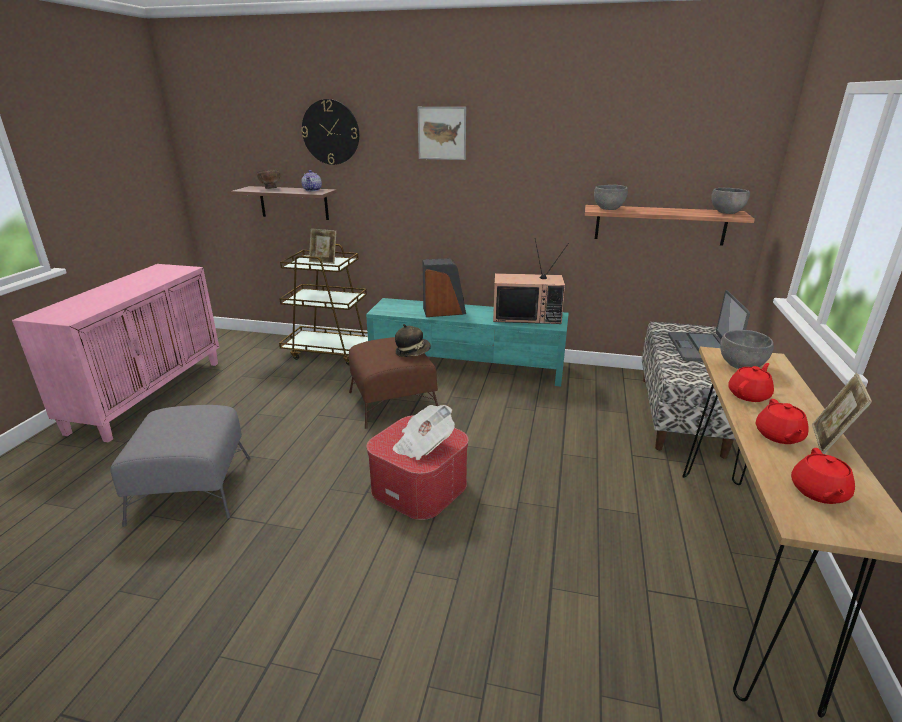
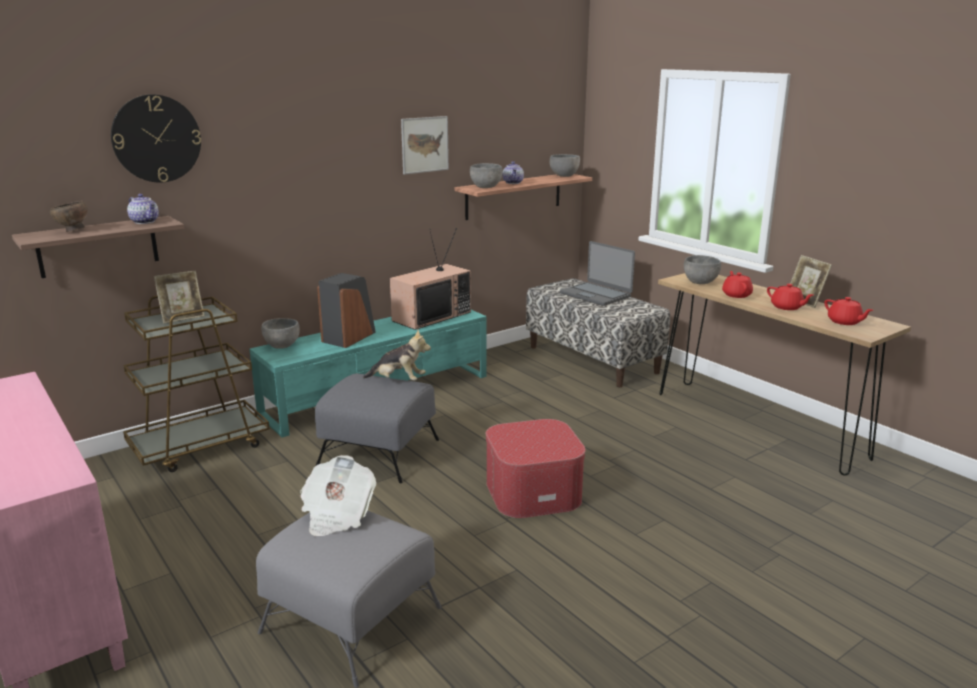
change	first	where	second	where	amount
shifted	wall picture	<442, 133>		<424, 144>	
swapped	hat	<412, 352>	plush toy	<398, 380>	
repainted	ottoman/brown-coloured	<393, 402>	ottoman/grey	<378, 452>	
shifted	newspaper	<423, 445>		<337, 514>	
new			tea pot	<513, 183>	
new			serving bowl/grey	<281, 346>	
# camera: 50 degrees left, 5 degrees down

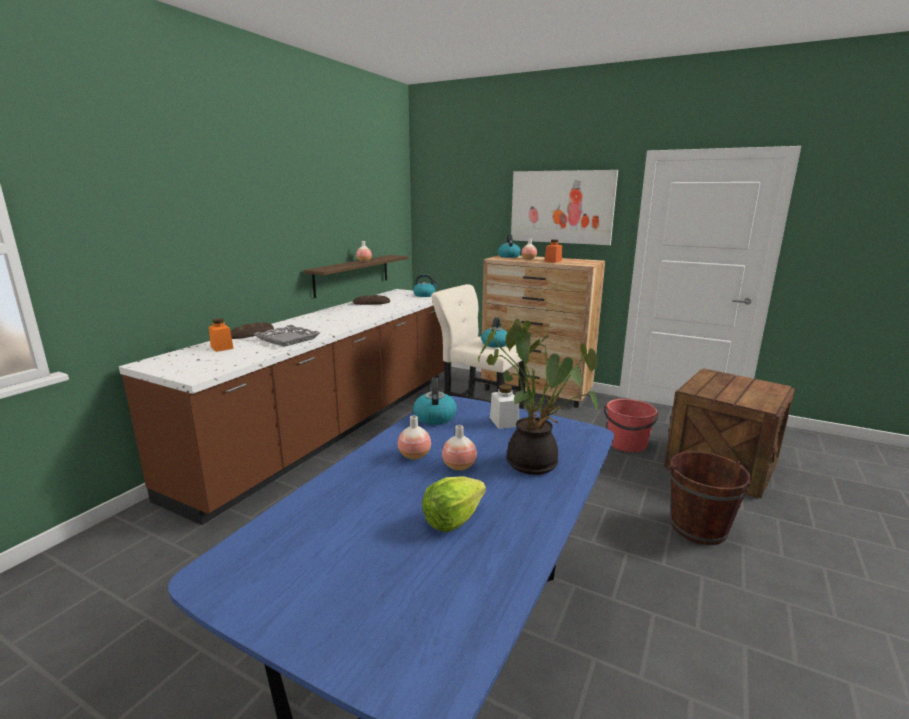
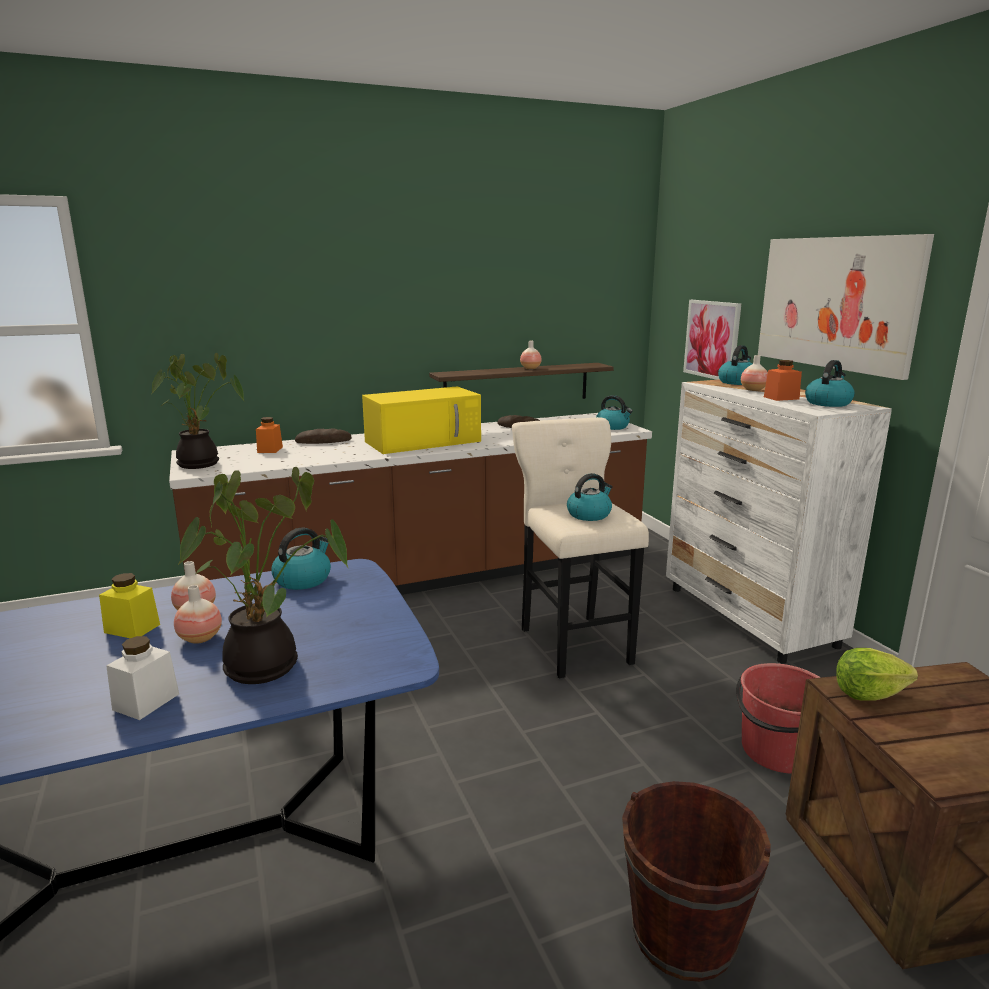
change	first	where	second	where	amount
repainted	drawer chest/brown-coloured	<536, 392>	drawer chest/white-coloured	<749, 617>	
gone	tray/grey	<288, 339>			
shifted	preserve jar/white-coloured	<504, 422>		<146, 702>	
shifted	head of lettuce	<453, 519>		<868, 694>	
new			wall picture	<712, 339>	
new			potted plant	<202, 464>	
new			water kettle	<828, 403>	
new			microwave oven/yellowish	<424, 441>	
new			preserve jar/yellowish	<132, 628>	
# camera: 40 degrees right, 0 degrees up

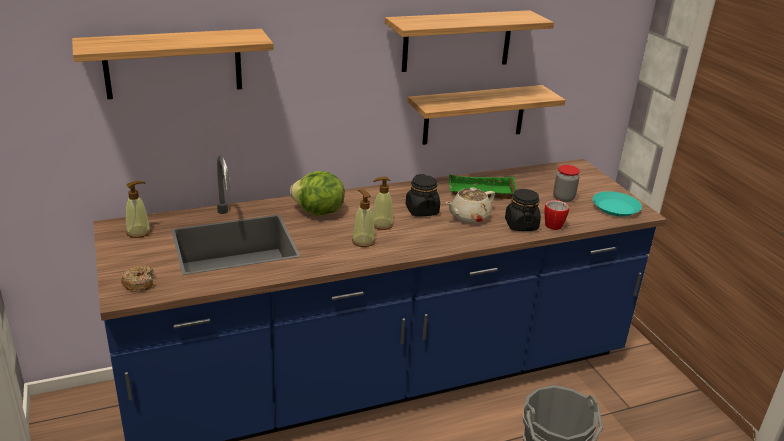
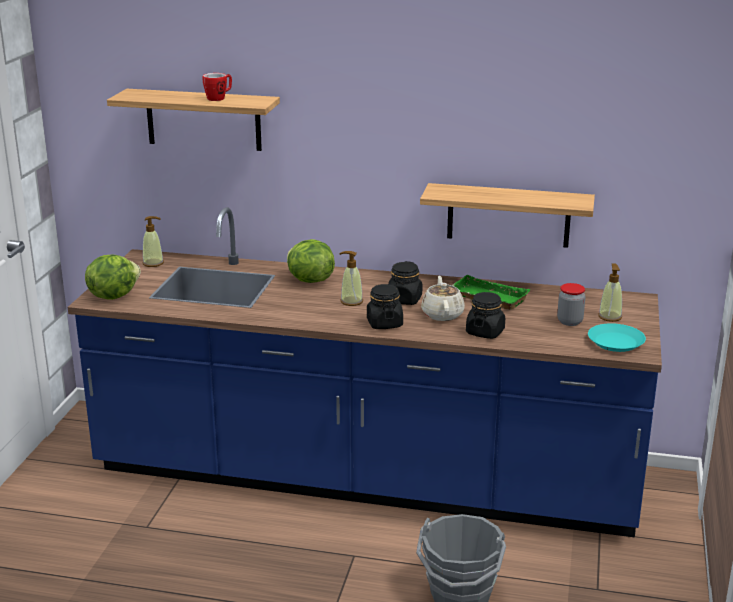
change	first	where	second	where	amount
gone	shelf	<457, 40>			
rotated	tea pot/beige-coloured	<468, 217>		<442, 314>	90 degrees clockwise
shifted	soap dispenser	<363, 241>		<610, 317>	
shifted	coffee mug	<554, 224>		<219, 98>	
swapped	ring doughnut	<139, 283>	head of lettuce	<113, 295>	
new			preserve jar/black-coloured	<384, 323>	
# camera: 35 degrees right, 5 degrees down

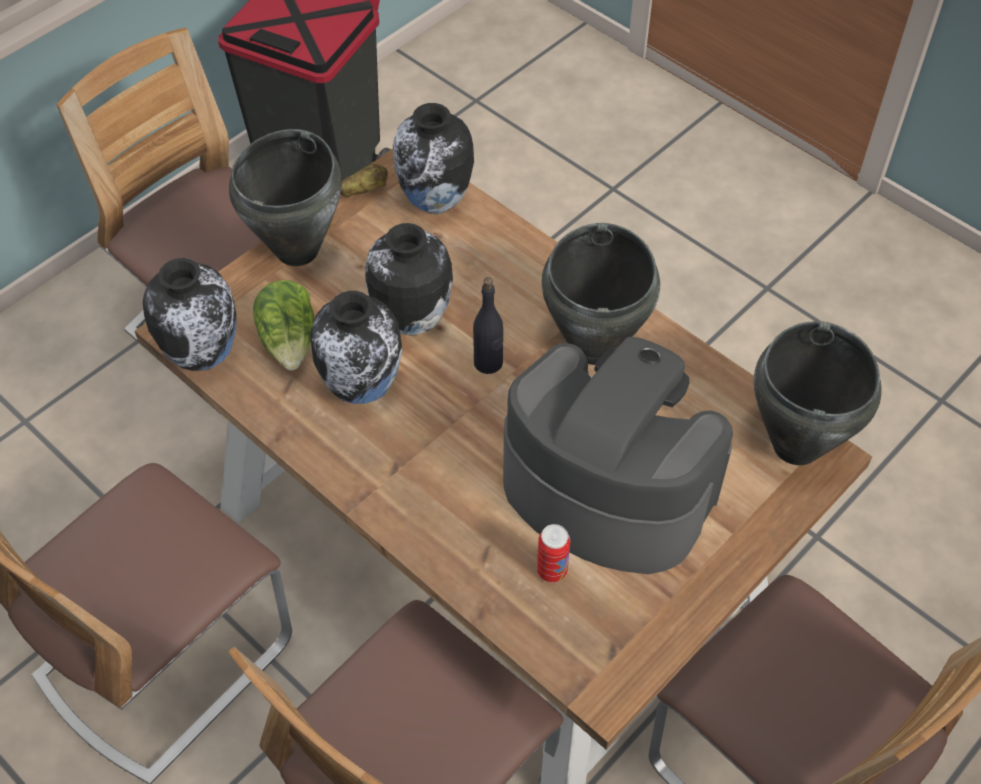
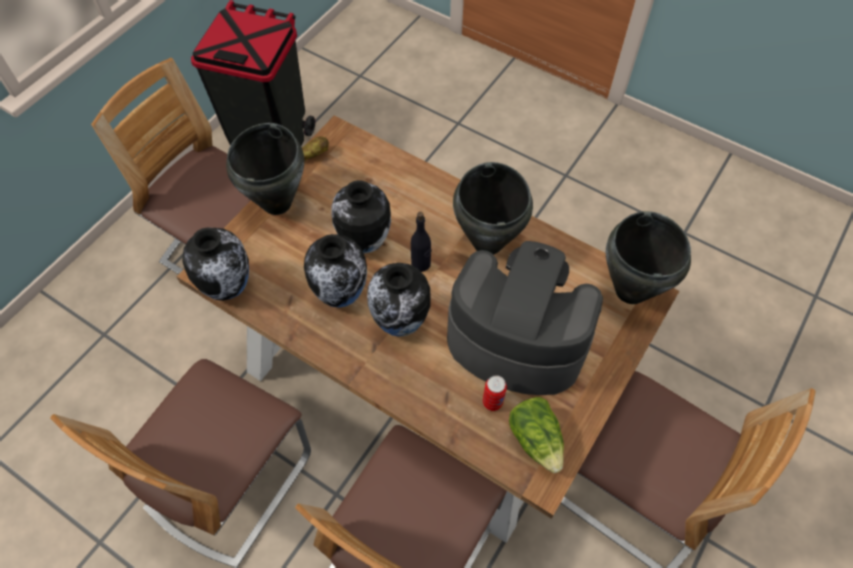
change	first	where	second	where	amount
shifted	decorative vase	<435, 203>		<401, 323>	
shifted	head of lettuce	<290, 341>		<536, 439>	
# camera: 10 degrees left, 5 degrees up

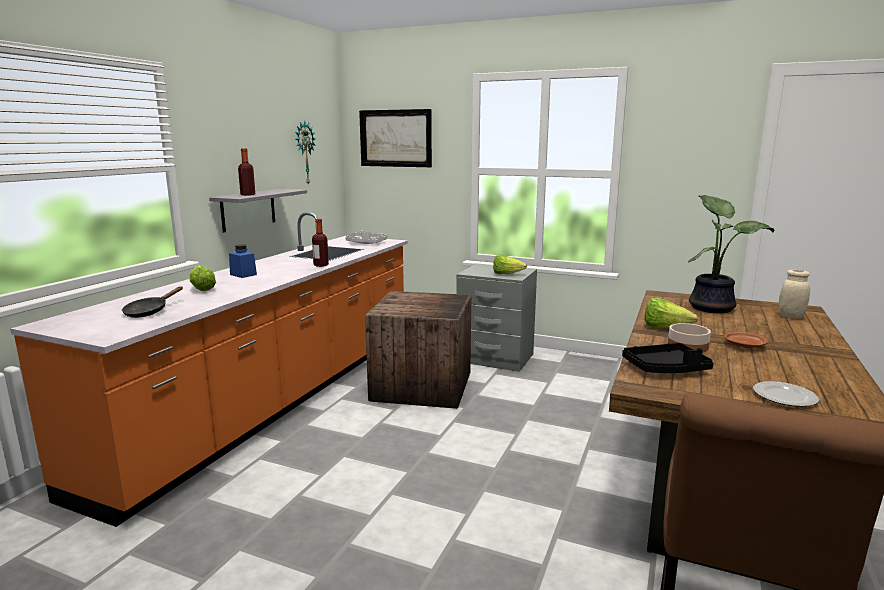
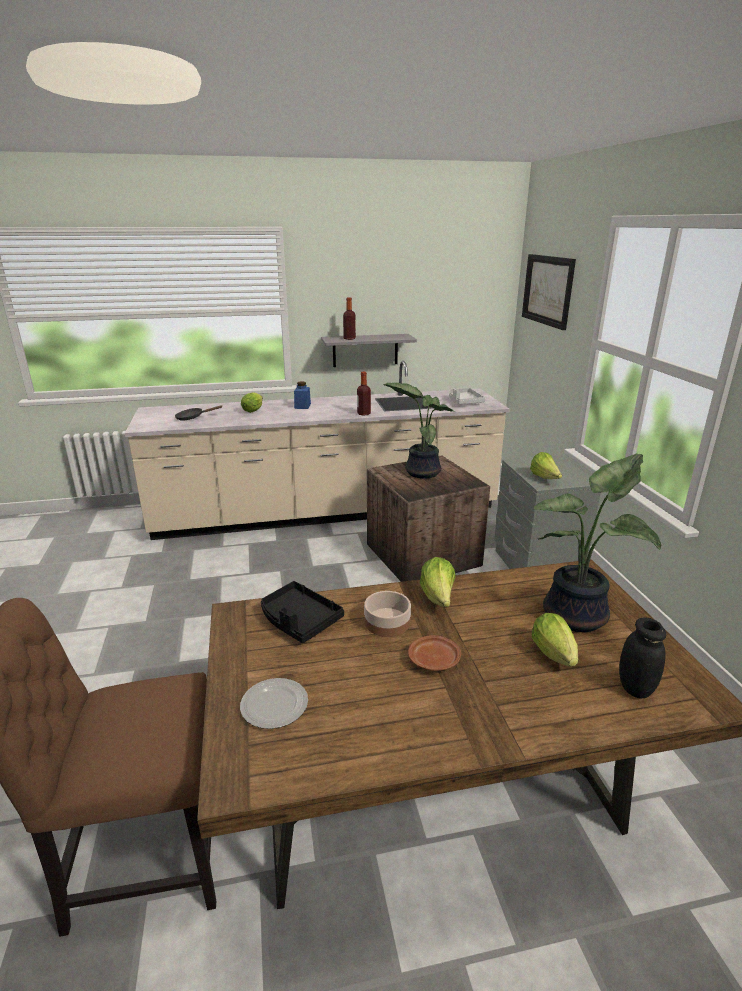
change	first	where	second	where	amount
gone	clock on the wall	<304, 153>			
repainted	kitchen counter/orange	<278, 400>	kitchen counter/beige-coloured	<327, 513>	
repainted	preserve jar/beige-coloured	<791, 316>	preserve jar/black-coloured	<635, 688>	
new			potted plant	<421, 472>	
new			head of lettuce	<555, 656>	
# camera: 55 degrees right, 10 degrees up

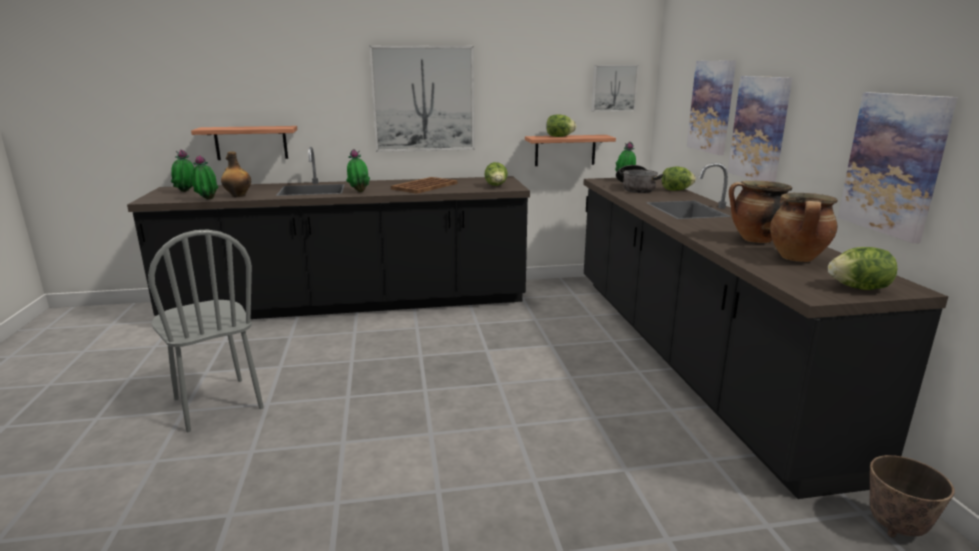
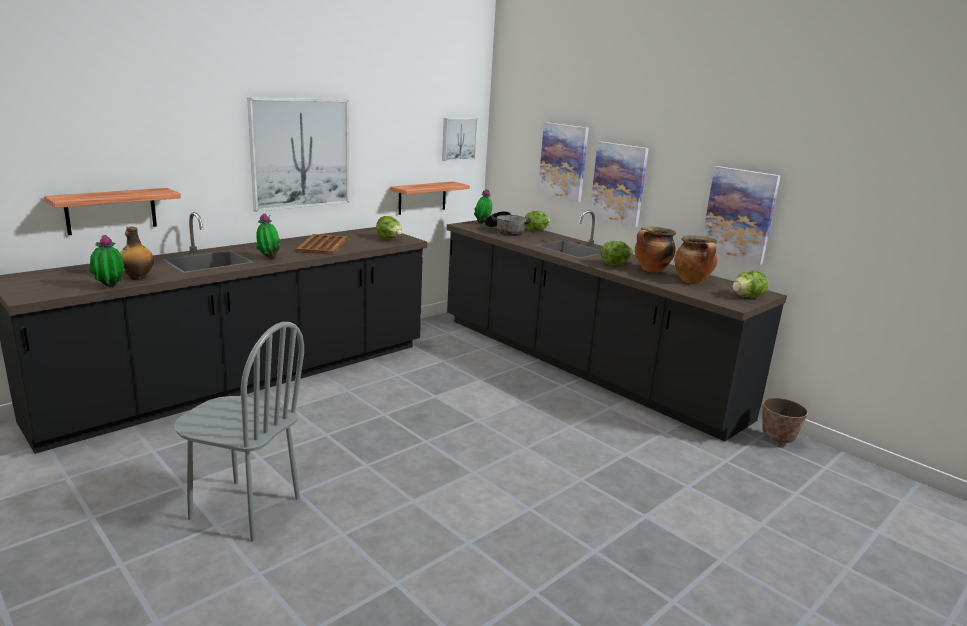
change	first	where	second	where	amount
shifted	head of lettuce	<559, 137>		<614, 264>	
gone	potted plant	<186, 192>			
# camera: 35 degrees left, 0 degrees up

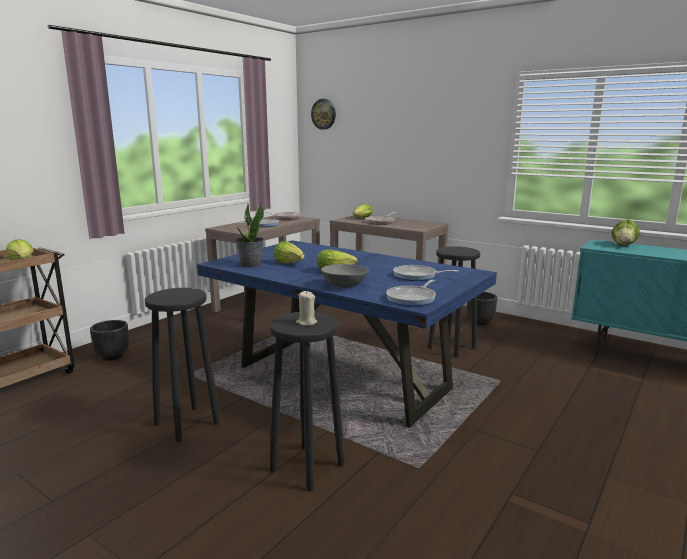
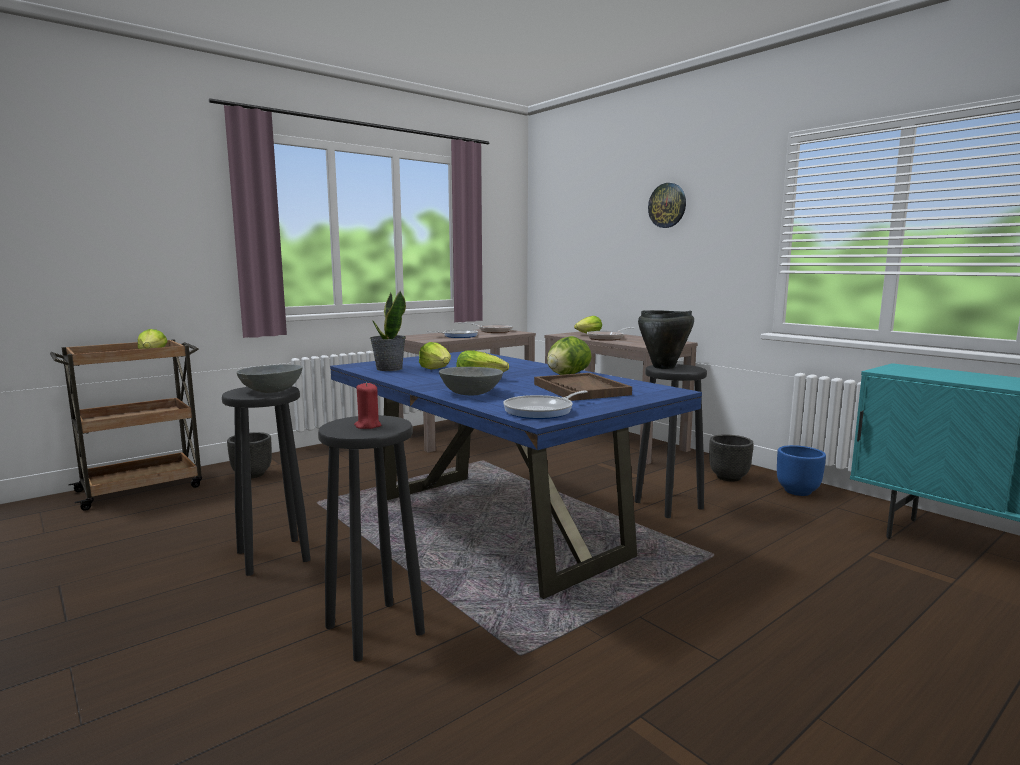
change	first	where	second	where	amount
shifted	clock on the wall	<323, 114>		<667, 205>	
shifted	head of lettuce	<623, 245>		<567, 374>	
swapped	skillet	<417, 276>	tray/brown-coloured	<581, 389>	
repainted	wax candle/beige-coloured	<306, 322>	wax candle/red	<368, 426>	
new			saucepot/black-coloured	<664, 367>	
new			serving bowl/grey	<272, 390>	
new			planter/bluish	<798, 491>	
# camera: 15 degrees right, 5 degrees down

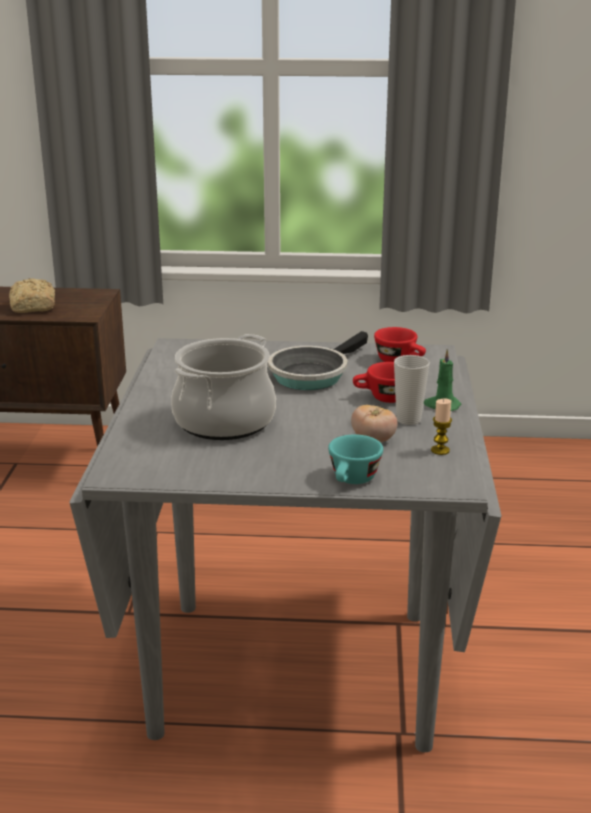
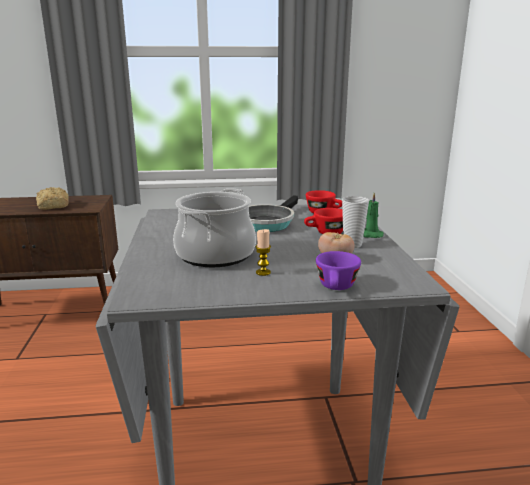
change	first	where	second	where	amount
shifted	wax candle	<440, 450>		<263, 272>	
repainted	drinking cup/turquoise	<352, 481>	drinking cup/purple	<337, 288>	
# camera: 10 degrees left, 5 degrees down

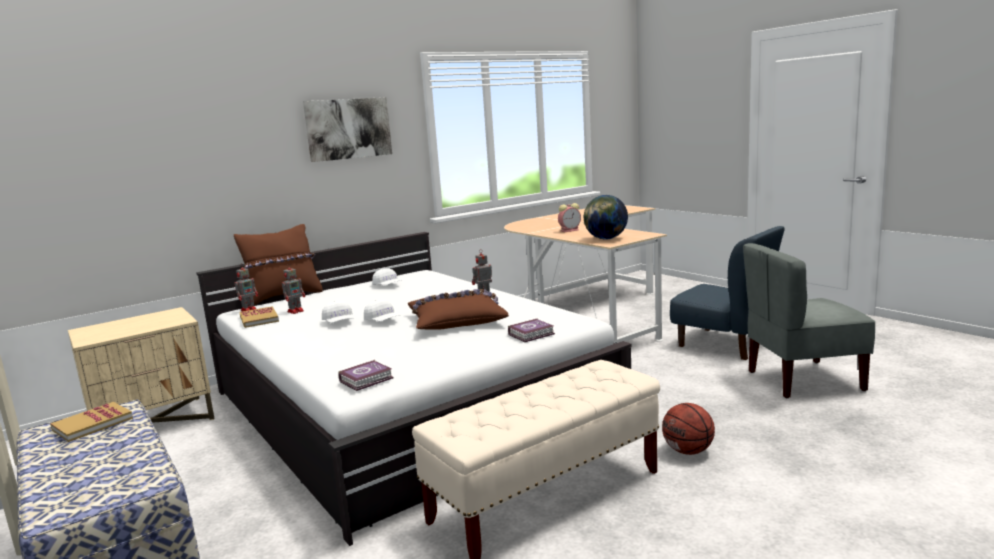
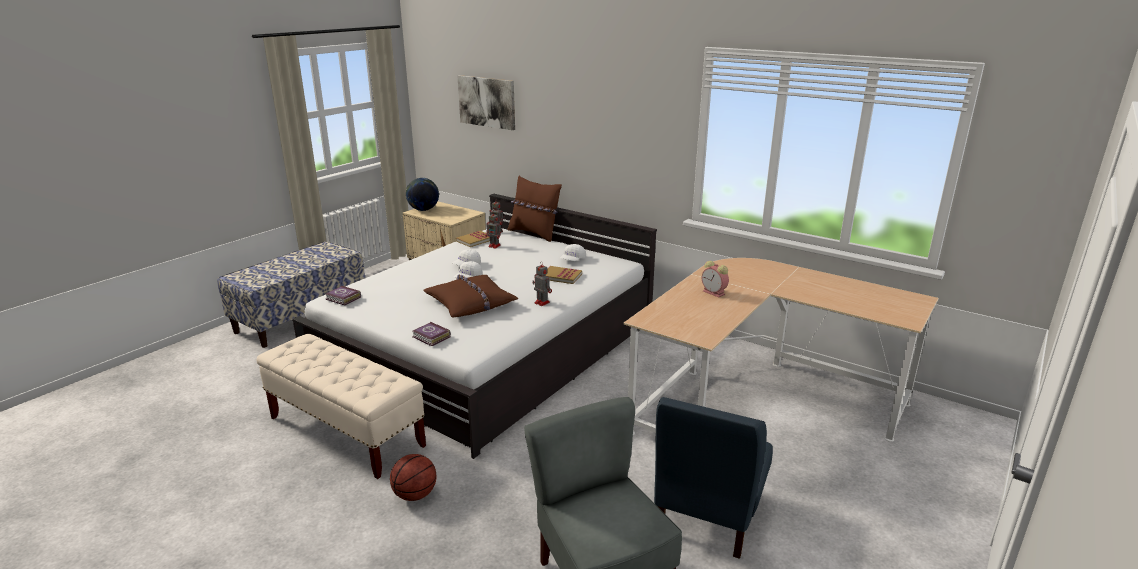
change	first	where	second	where	amount
shifted	wall picture	<348, 128>		<487, 102>	
shifted	desk globe	<606, 239>		<423, 210>	
shifted	book	<92, 424>		<561, 276>	
# camera: 70 degrees right, 10 degrees up

